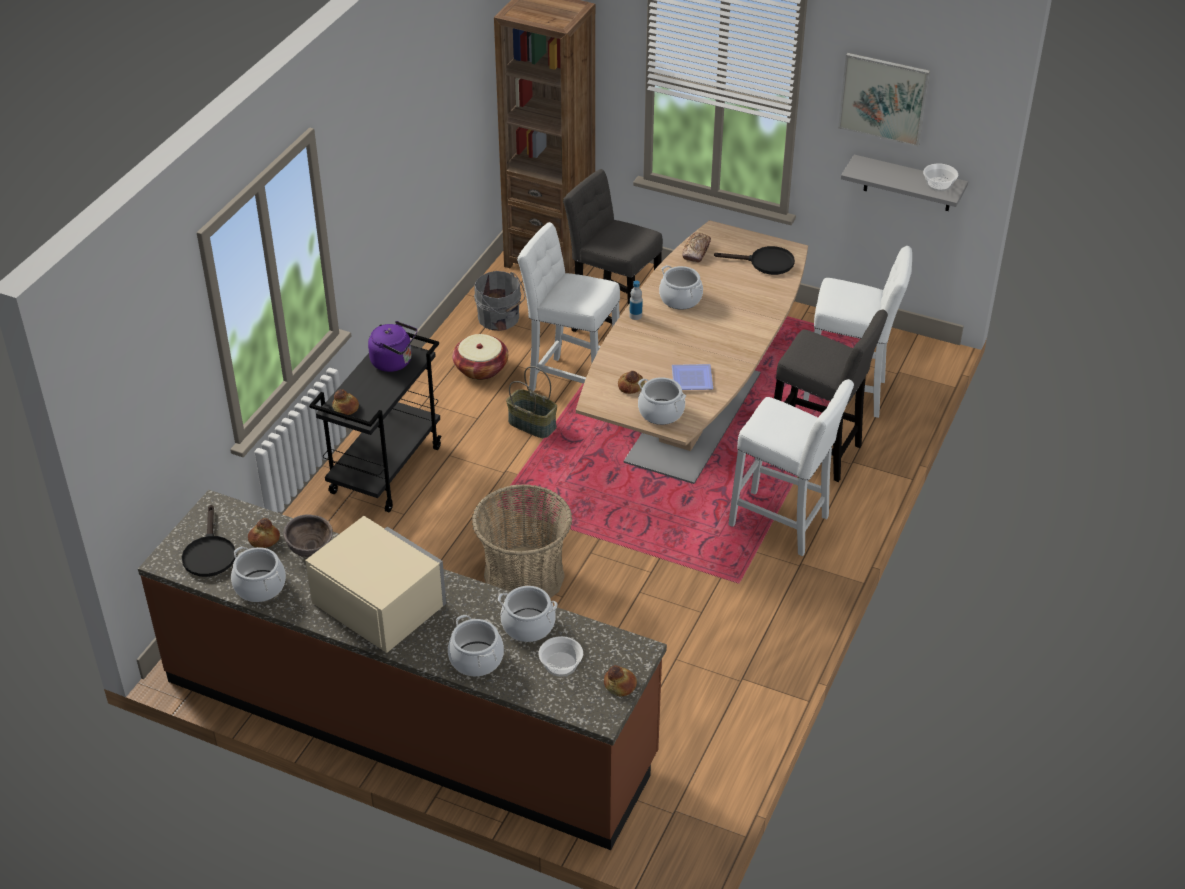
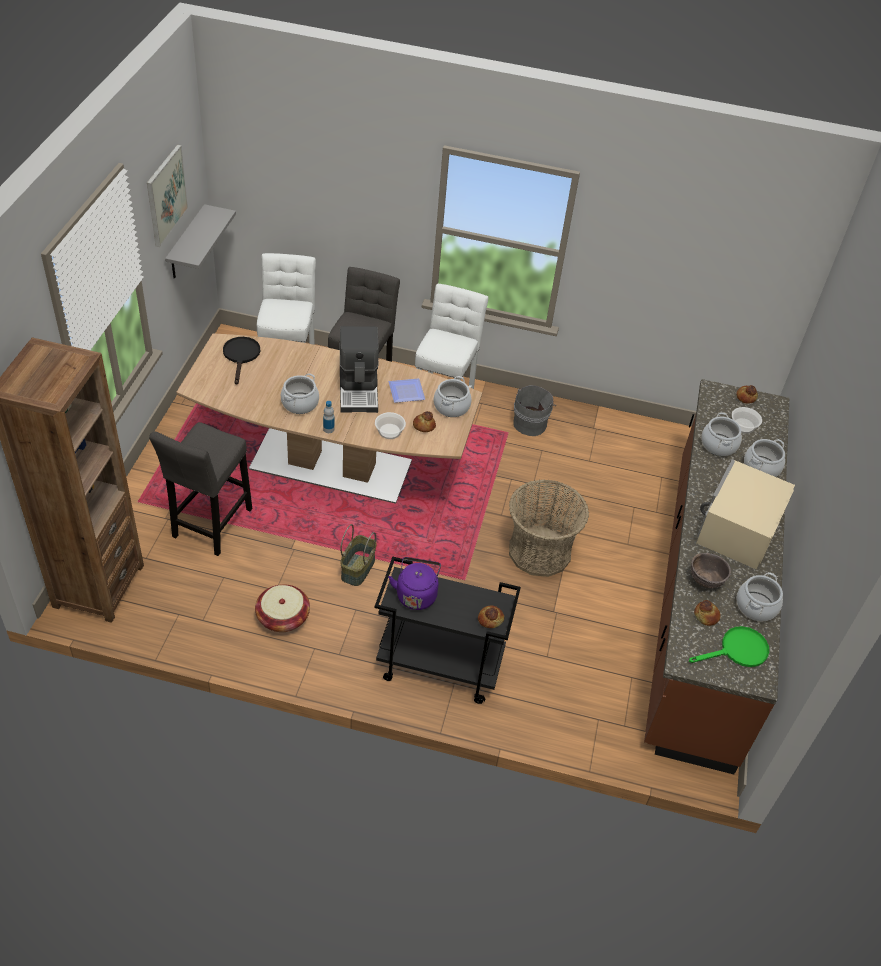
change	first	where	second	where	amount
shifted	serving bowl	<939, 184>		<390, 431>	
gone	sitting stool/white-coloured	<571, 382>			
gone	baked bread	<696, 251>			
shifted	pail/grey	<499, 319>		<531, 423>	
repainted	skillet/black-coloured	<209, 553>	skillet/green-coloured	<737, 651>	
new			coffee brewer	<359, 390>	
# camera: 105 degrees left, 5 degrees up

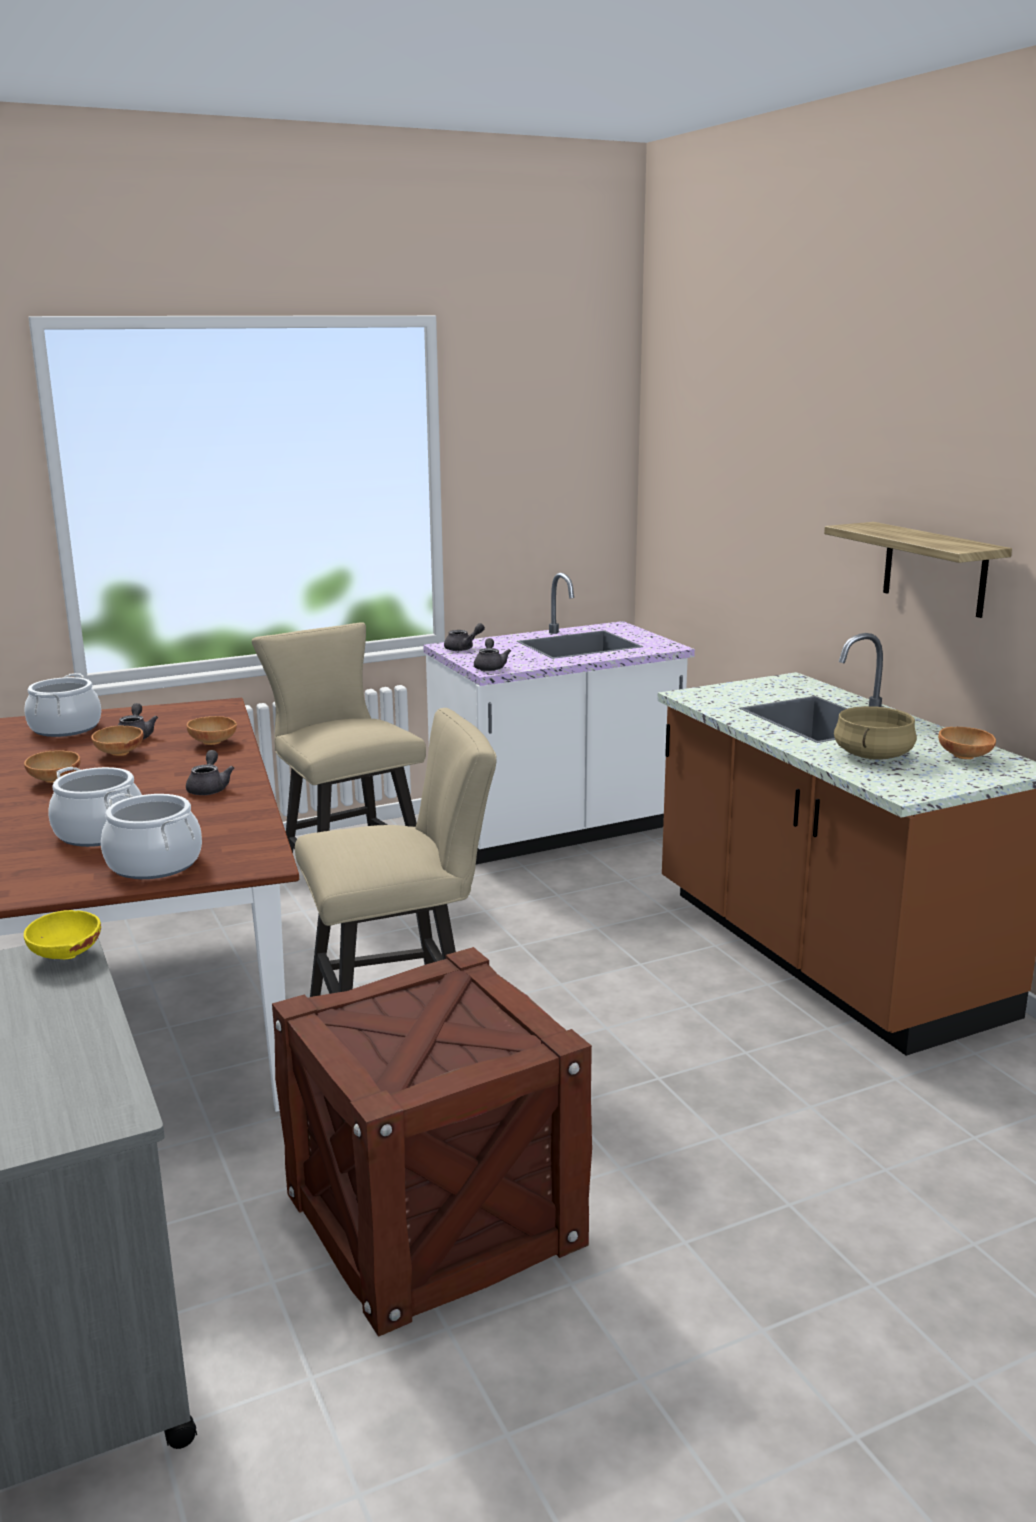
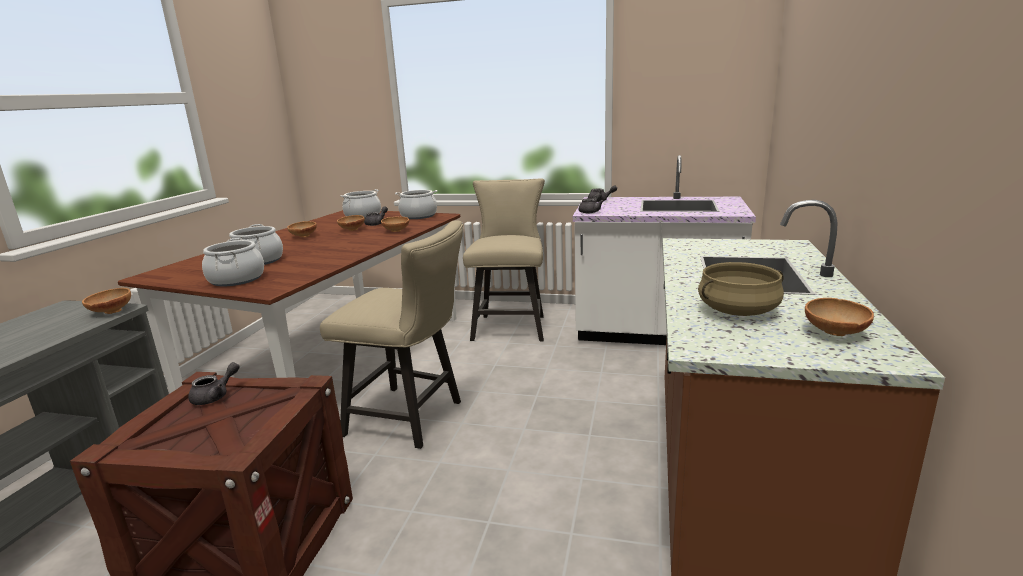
change	first	where	second	where	amount
gone	shelf	<934, 569>			
shifted	tea pot/grey	<209, 788>		<215, 396>	
repainted	serving bowl/yellowish	<65, 956>	serving bowl/brown-coloured	<110, 312>	
new			saucepot	<418, 216>	
# camera: 40 degrees right, 0 degrees up

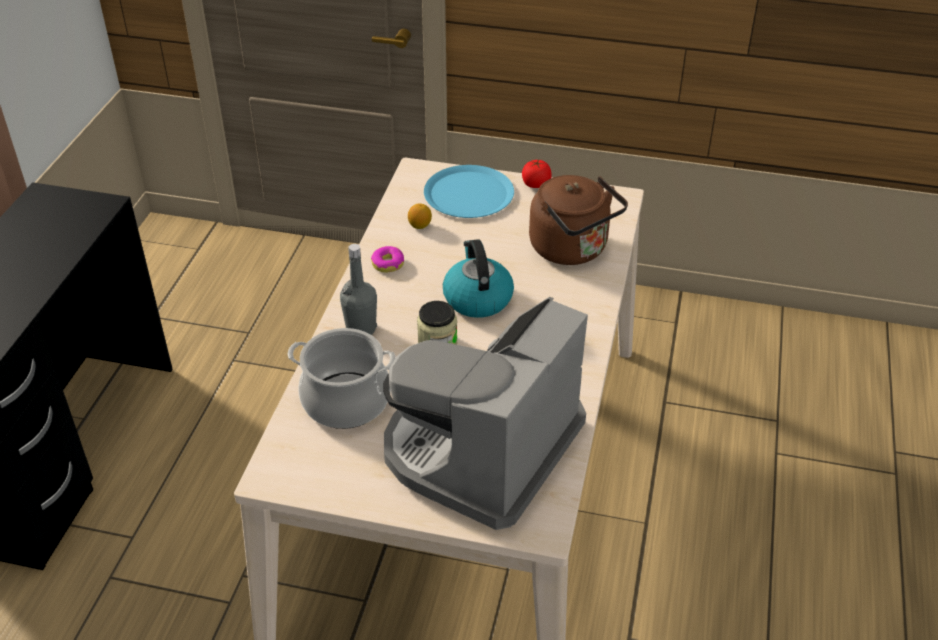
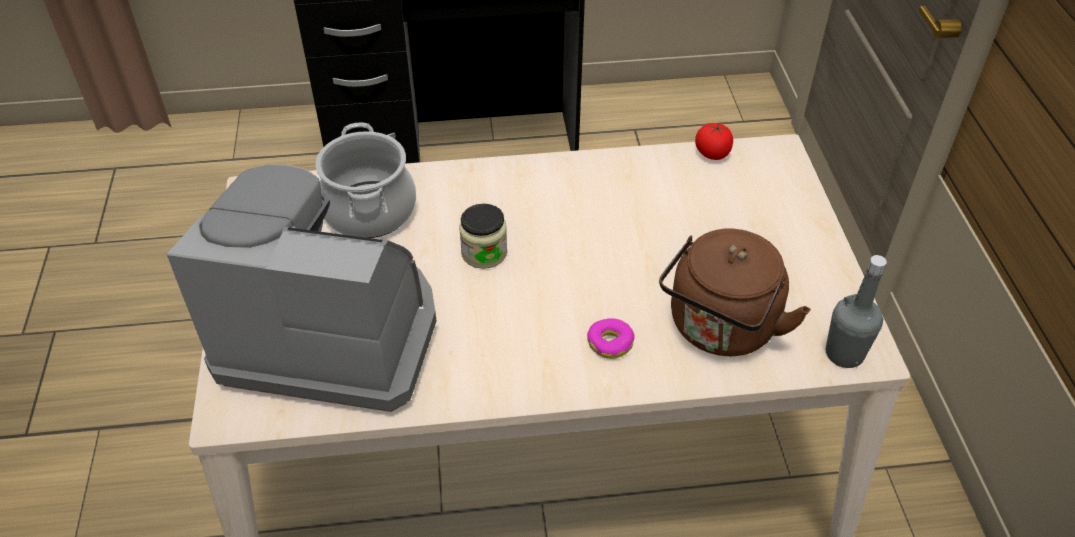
change	first	where	second	where	amount
shifted	tomato	<536, 184>		<712, 153>	
gone	dinner plate/bluish	<468, 194>			
gone	lemon	<420, 225>			
gone	water kettle	<477, 298>			
shifted	bottle/grey	<361, 329>		<844, 354>	
shifted	ring doughnut	<388, 264>		<610, 343>	
# camera: 70 degrees right, 5 degrees up

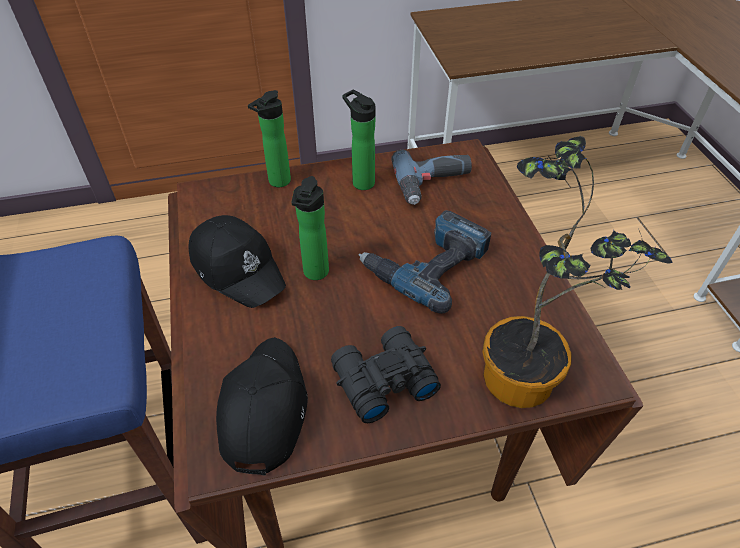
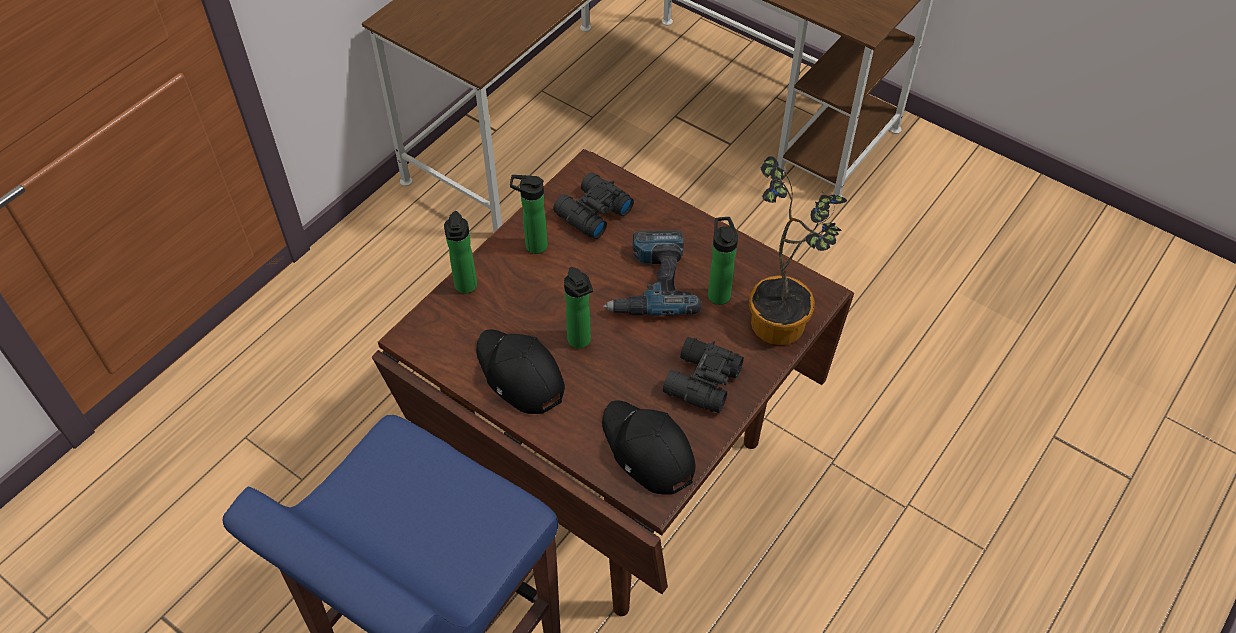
change	first	where	second	where	amount
swapped	drill	<434, 184>	field glasses/black-coloured	<591, 213>	
rotated	cap/black-coloured	<238, 268>		<519, 375>	135 degrees counterclockwise
new			bottle	<718, 293>	
# camera: 40 degrees left, 5 degrees up

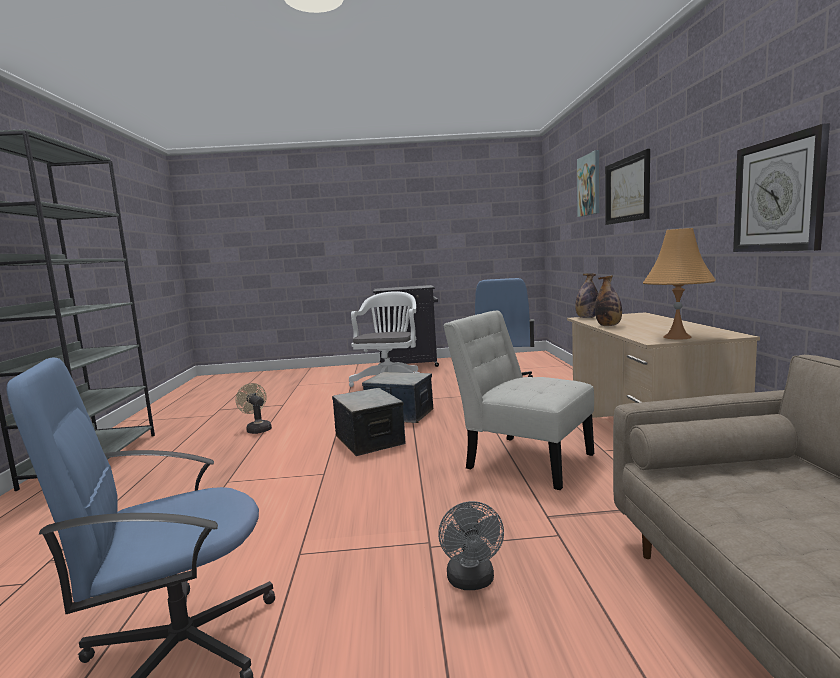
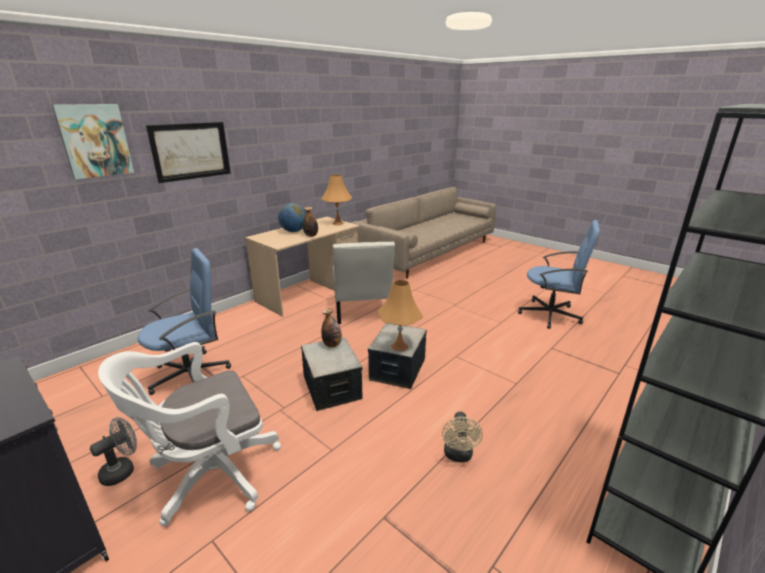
change	first	where	second	where	amount
gone	clock on the wall	<778, 195>			
shifted	bottle	<587, 318>		<332, 345>	
shifted	fan/grey	<472, 582>		<123, 470>	
new			desk globe	<294, 231>	
new			table lamp/orange	<399, 346>	
# camera: 135 degrees left, 15 degrees up

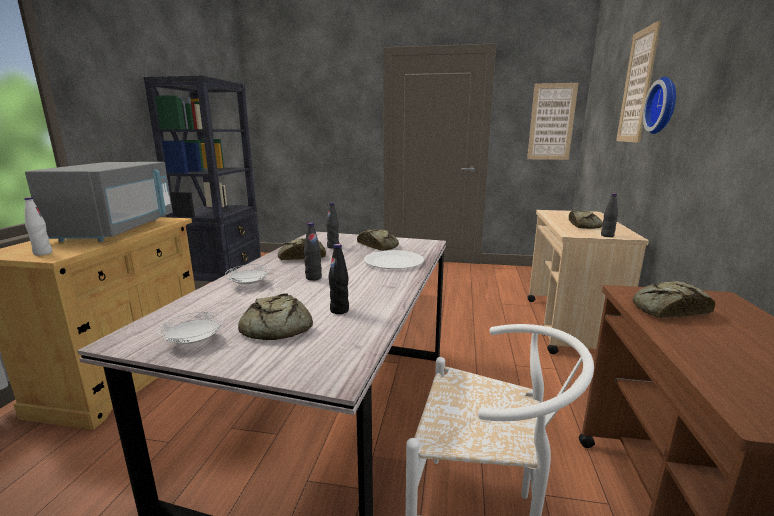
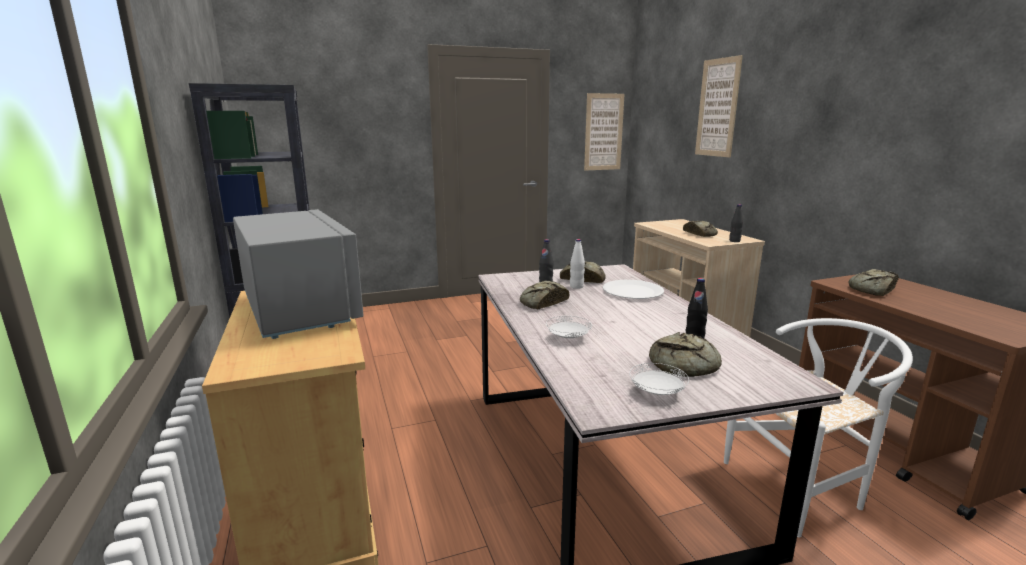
change	first	where	second	where	amount
gone	clock on the wall	<664, 105>			
shifted	bottle/white-coloured	<43, 253>		<576, 286>	
gone	bottle/black-coloured	<313, 278>			
# camera: 30 degrees left, 0 degrees up

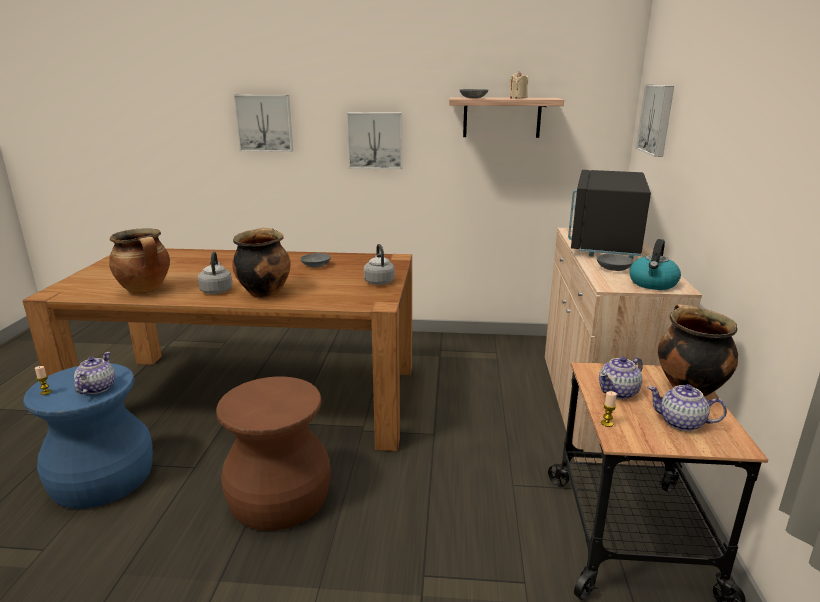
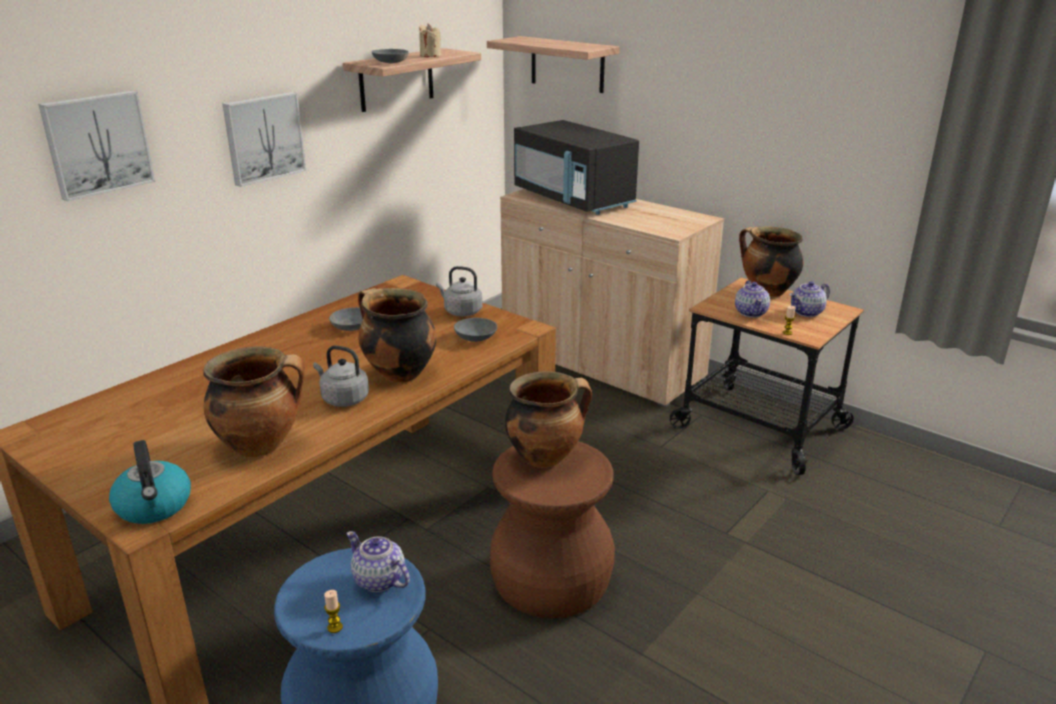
change	first	where	second	where	amount
swapped	wall picture	<657, 119>	shelf	<567, 64>	
shifted	water kettle	<653, 284>		<154, 506>	
shifted	serving bowl/grey	<613, 269>		<476, 337>	
new			saucepot	<545, 456>	
# camera: 55 degrees left, 5 degrees up

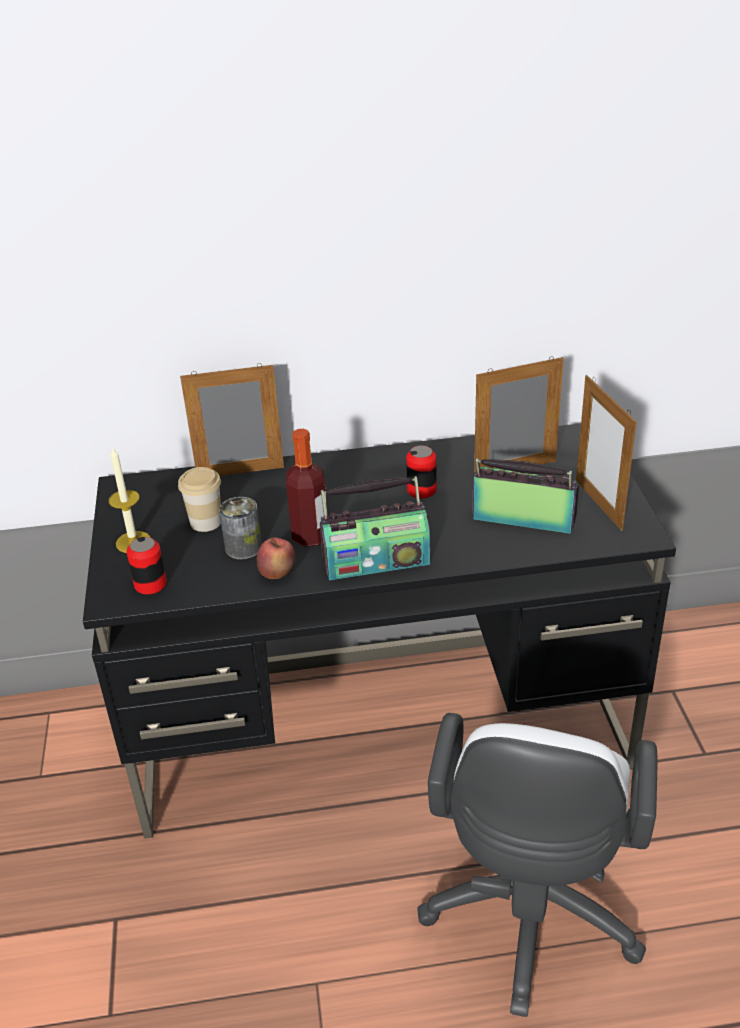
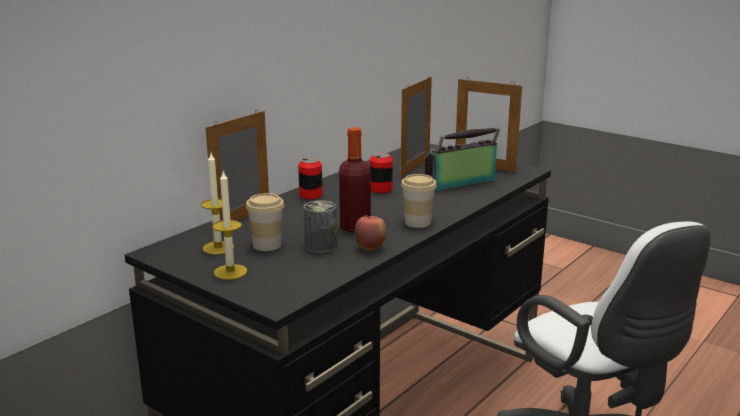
change	first	where	second	where	amount
swapped	radio receiver	<376, 561>	drinking cup	<417, 222>	
shifted	sealed can	<150, 584>		<311, 195>	
new			wax candle	<218, 248>	
# camera: 45 degrees left, 15 degrees down

